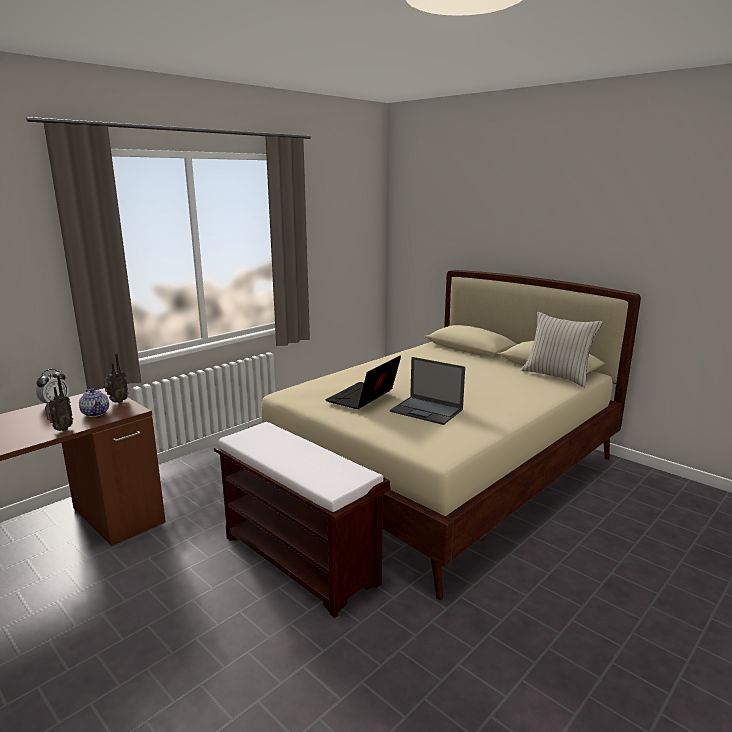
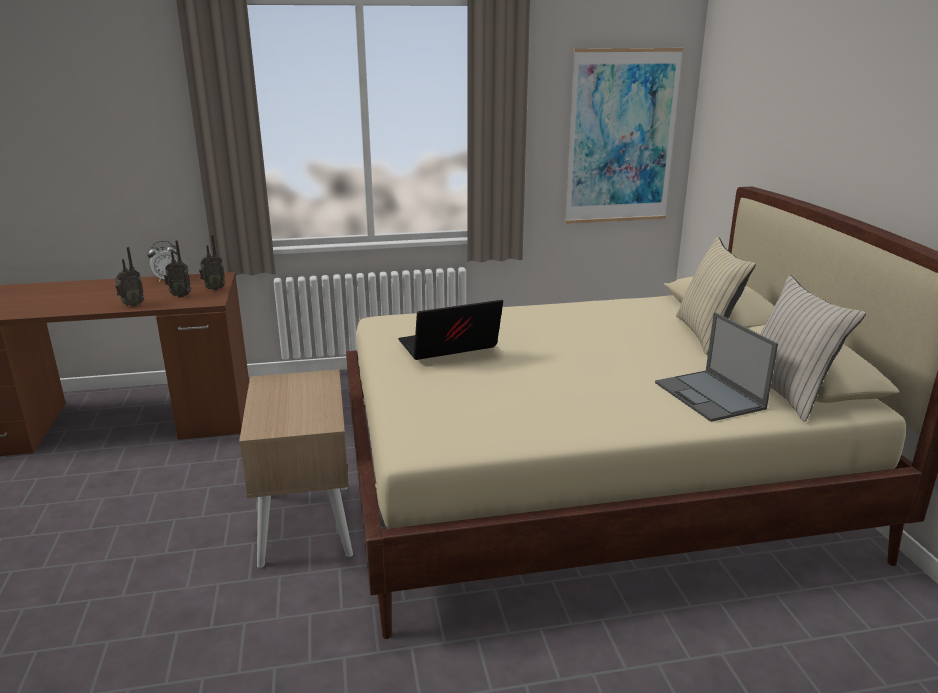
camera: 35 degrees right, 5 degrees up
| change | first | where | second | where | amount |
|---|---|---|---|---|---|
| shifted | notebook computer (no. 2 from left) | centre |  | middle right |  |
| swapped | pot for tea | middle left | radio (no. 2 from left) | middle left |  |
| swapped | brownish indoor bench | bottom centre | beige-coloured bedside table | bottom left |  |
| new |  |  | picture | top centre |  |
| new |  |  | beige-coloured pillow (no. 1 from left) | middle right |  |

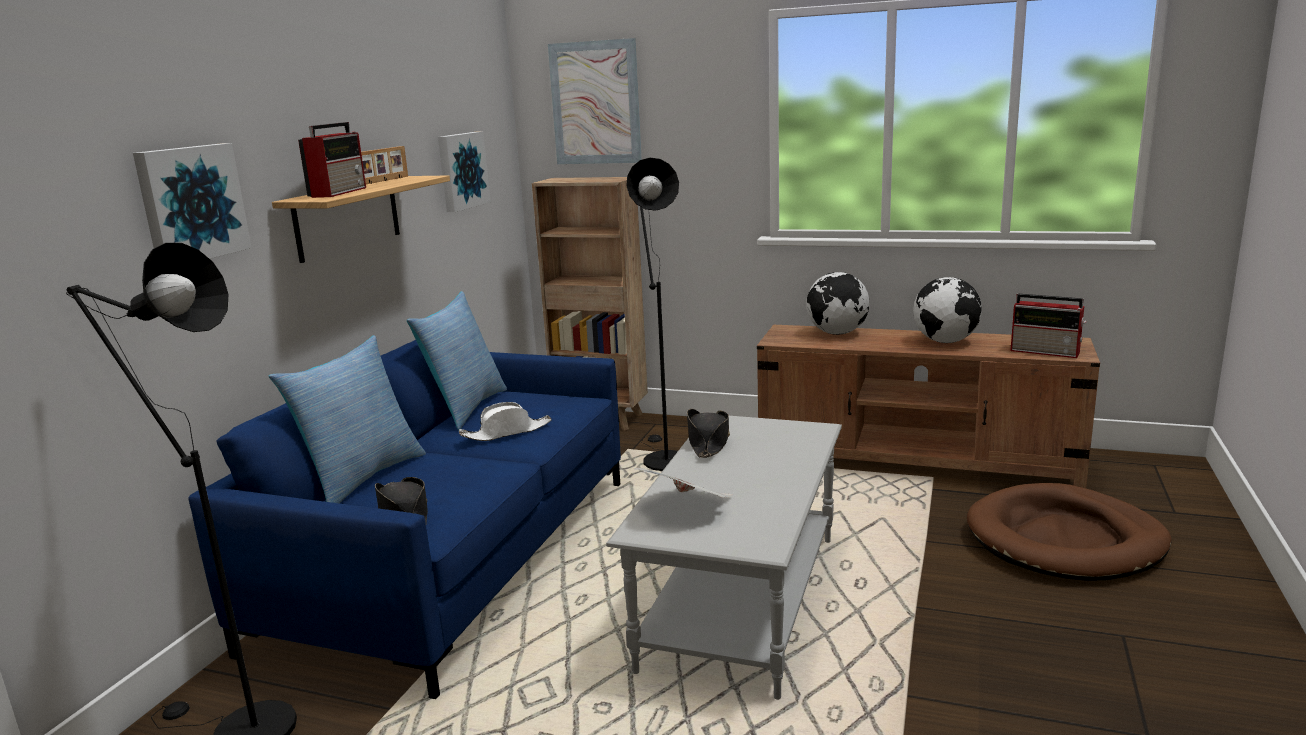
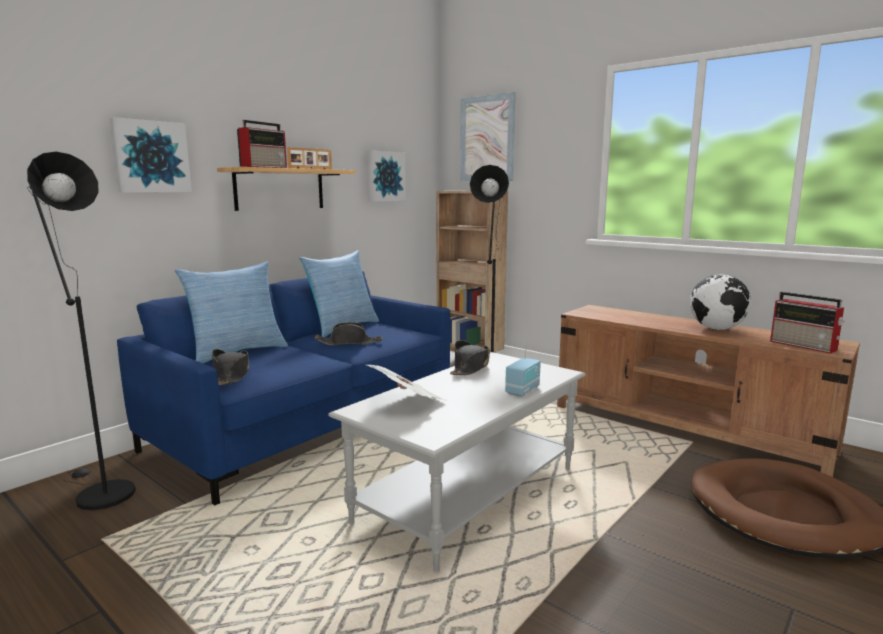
camera: 20 degrees right, 5 degrees down
| change | first | where | second | where | amount |
|---|---|---|---|---|---|
| gone | globe (no. 1 from left) | centre |  |  |  |
| repainted | whitish hat | centre | black hat (no. 2 from left) | centre |  |
| new |  |  | radio (no. 2 from left) | centre |  |

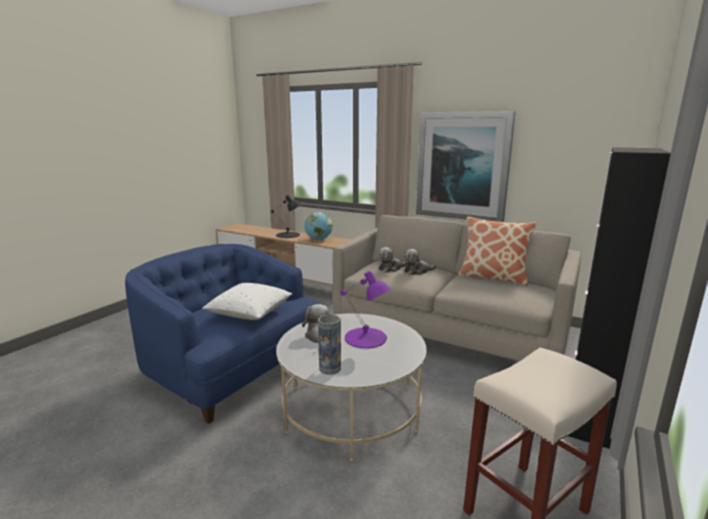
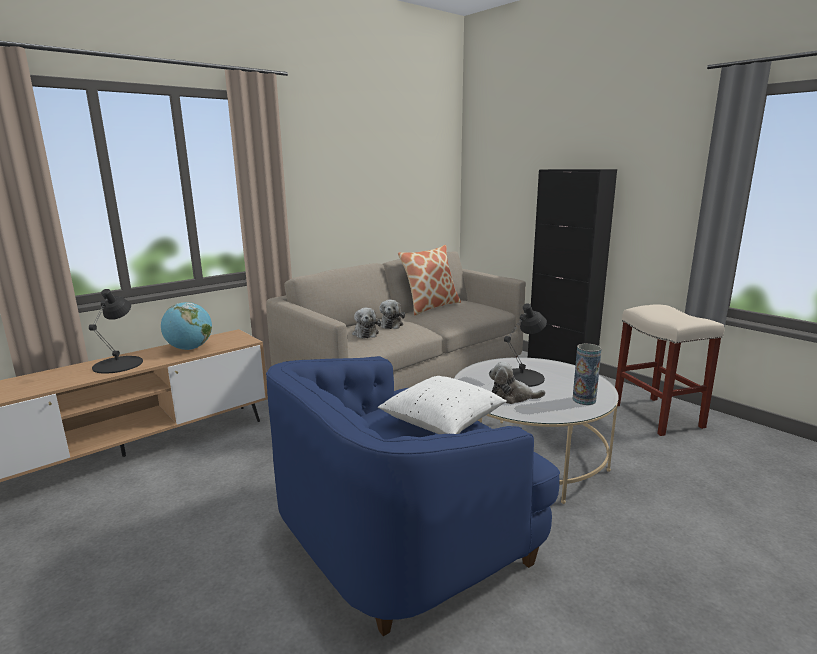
camera: 70 degrees left, 0 degrees up
| change | first | where | second | where | amount |
|---|---|---|---|---|---|
| gone | picture | top centre |  |  |  |
| repainted | purple table lamp | centre | black table lamp (no. 2 from left) | centre |  |

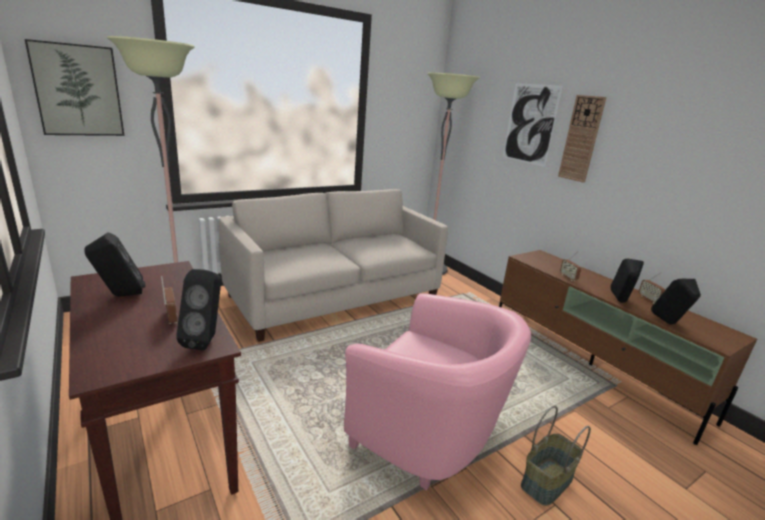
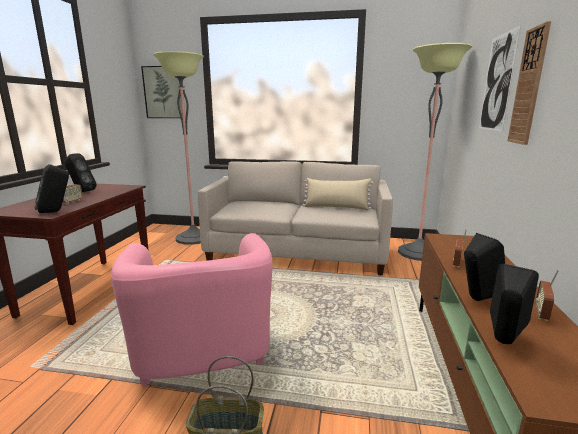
camera: 45 degrees right, 5 degrees down
| change | first | where | second | where | amount |
|---|---|---|---|---|---|
| new |  |  | beige-coloured pillow | centre |  |

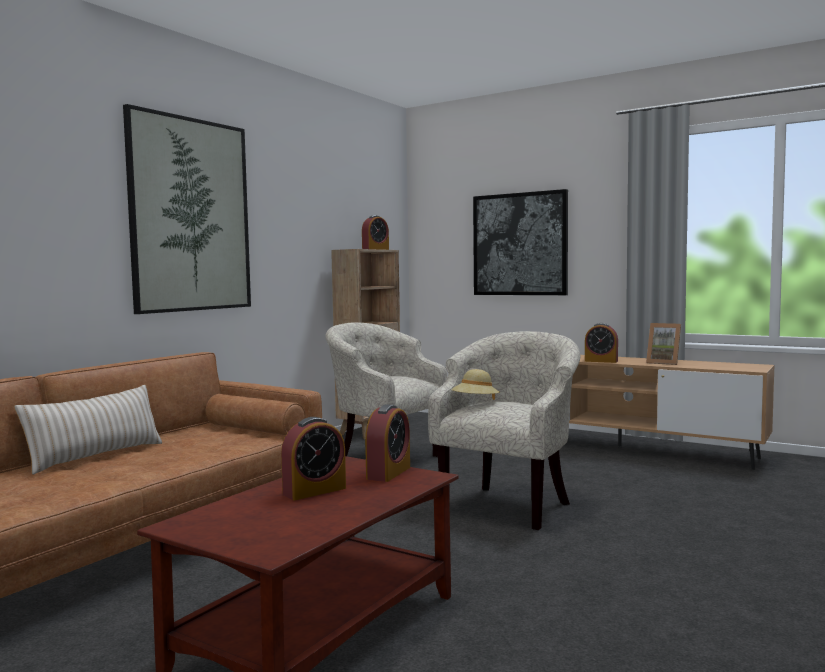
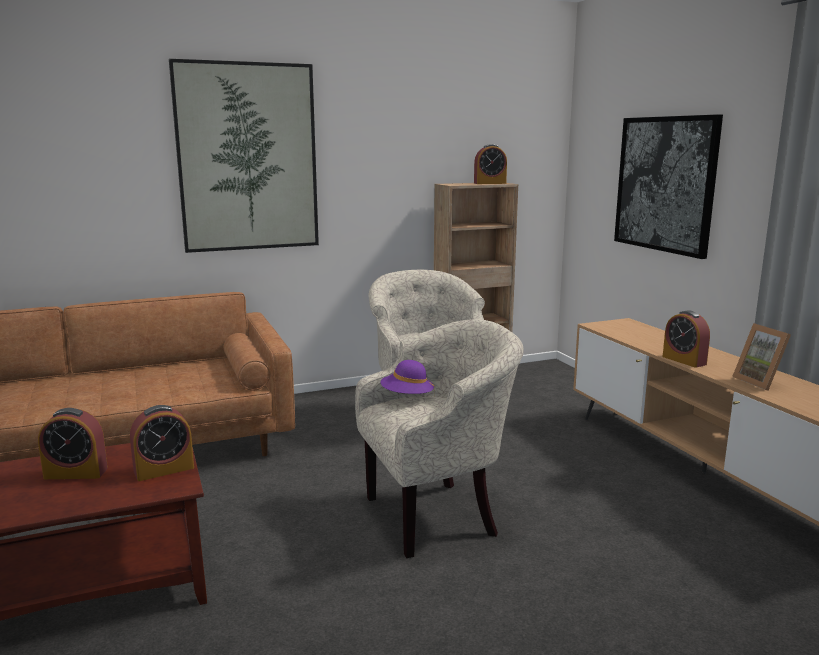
camera: 35 degrees right, 10 degrees up
| change | first | where | second | where | amount |
|---|---|---|---|---|---|
| repainted | beige-coloured hat | centre | purple hat | centre |  |
| gone | beige-coloured pillow | middle left |  |  |  |

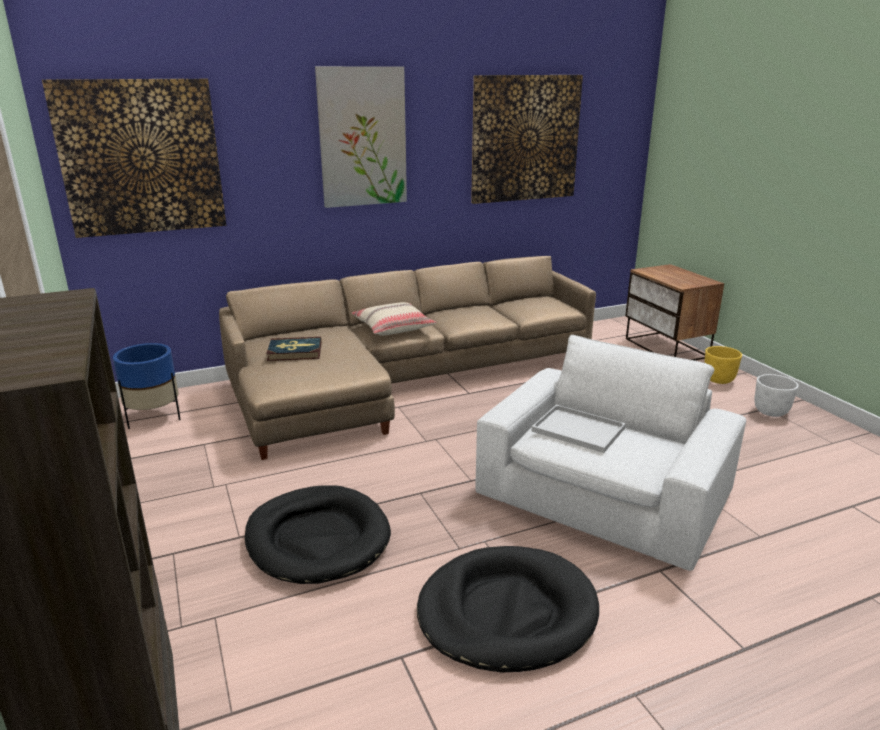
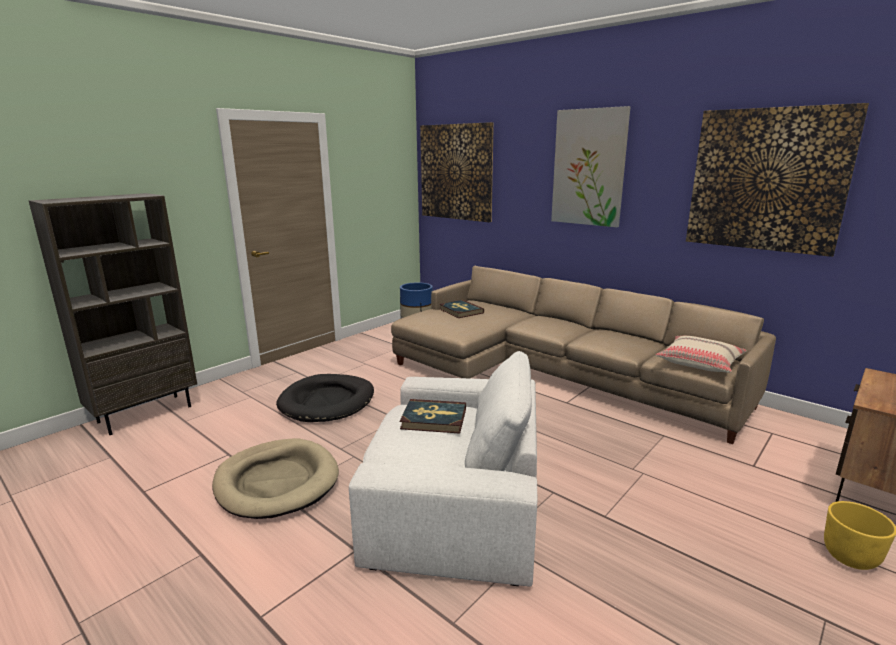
camera: 65 degrees right, 5 degrees down
| change | first | where | second | where | amount |
|---|---|---|---|---|---|
| shifted | beige-coloured pillow | centre |  | middle right |  |
| gone | whitish flower pot | middle right |  |  |  |
| swapped | whitish carrying tray | centre | bound book (no. 1 from left) | centre |  |
| repainted | black dog bed (no. 2 from left) | bottom centre | beige-coloured dog bed | bottom left |  |

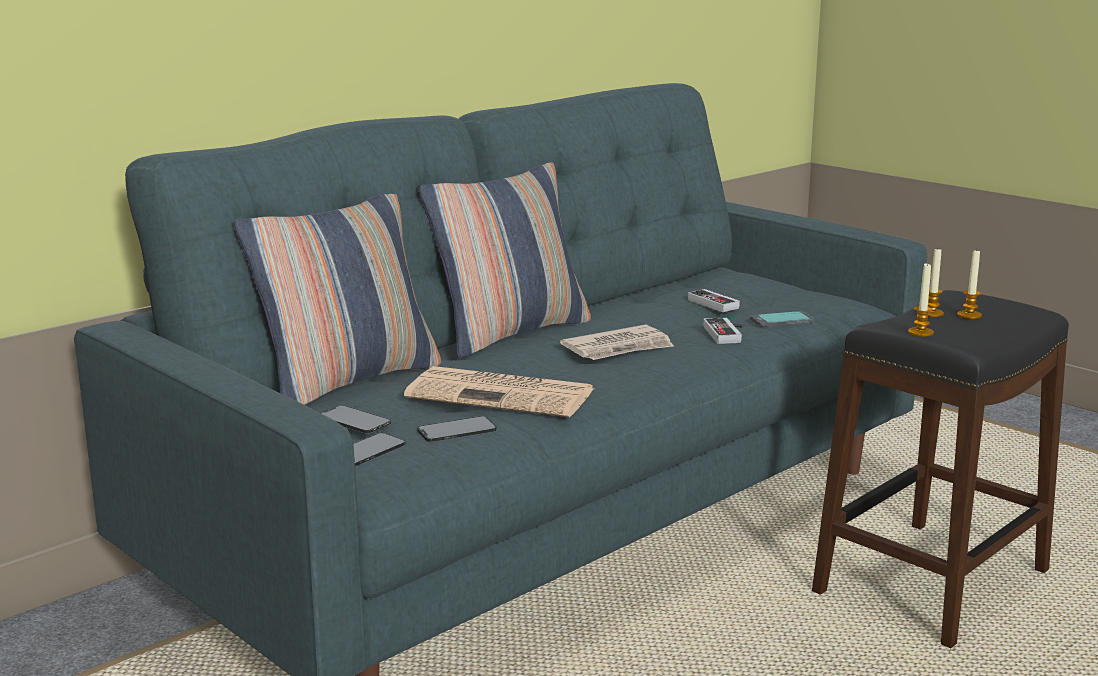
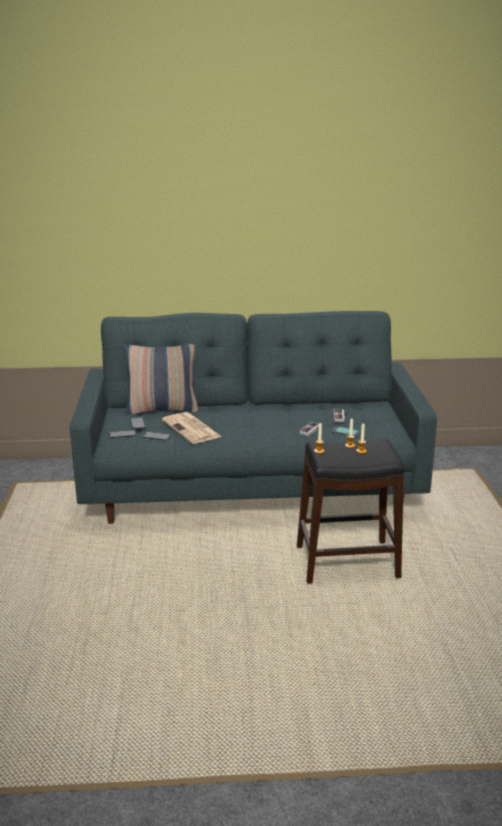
camera: 40 degrees right, 5 degrees up
| change | first | where | second | where | amount |
|---|---|---|---|---|---|
| gone | pillow (no. 2 from left) | centre |  |  |  |
| gone | daily paper (no. 2 from left) | centre |  |  |  |

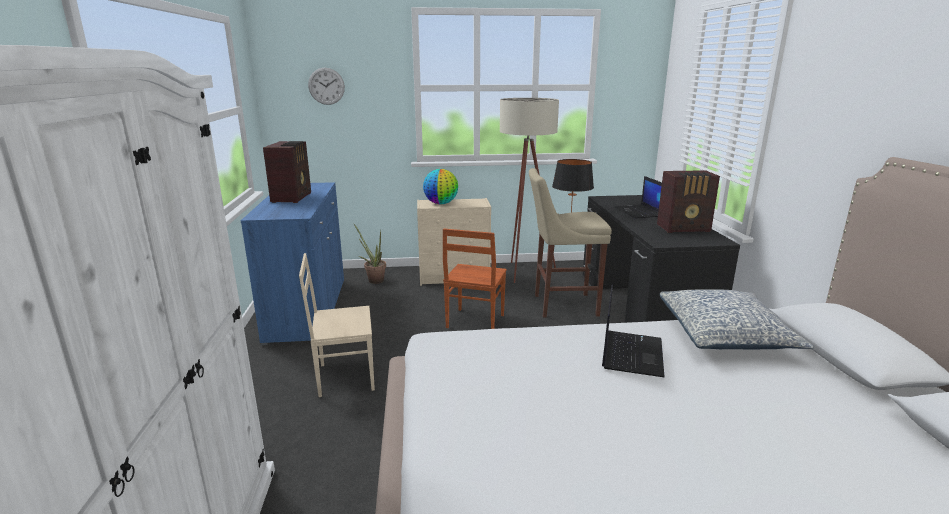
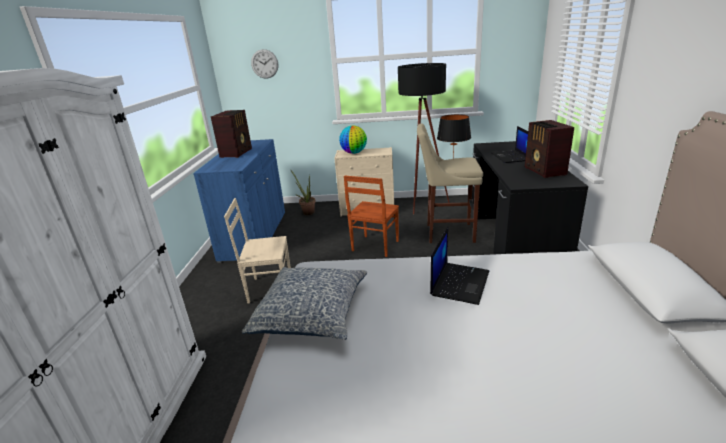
camera: 10 degrees right, 5 degrees up
| change | first | where | second | where | amount |
|---|---|---|---|---|---|
| repainted | beige-coloured standard lamp | centre | black standard lamp | top centre |  |
| rotated | radio (no. 2 from left) | middle right |  | middle right | 75 degrees clockwise |
| shifted | pillow | middle right |  | bottom centre |  |

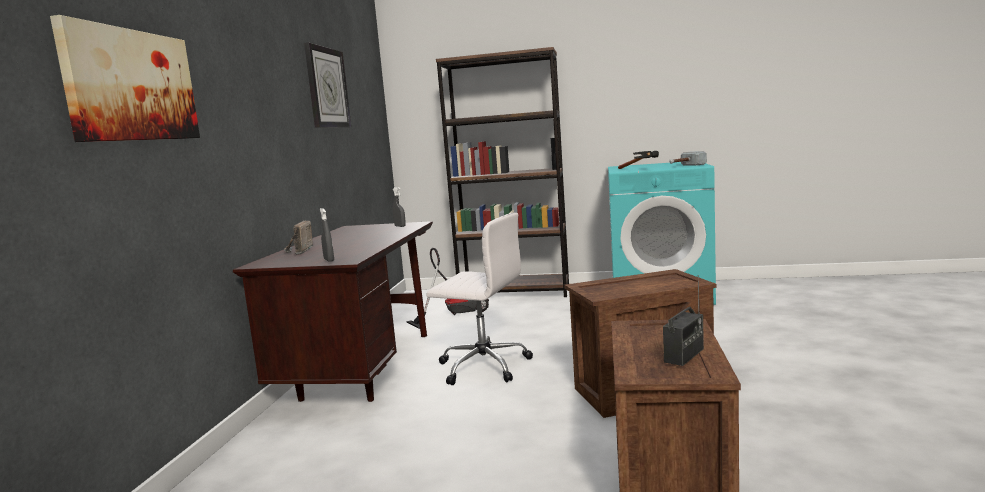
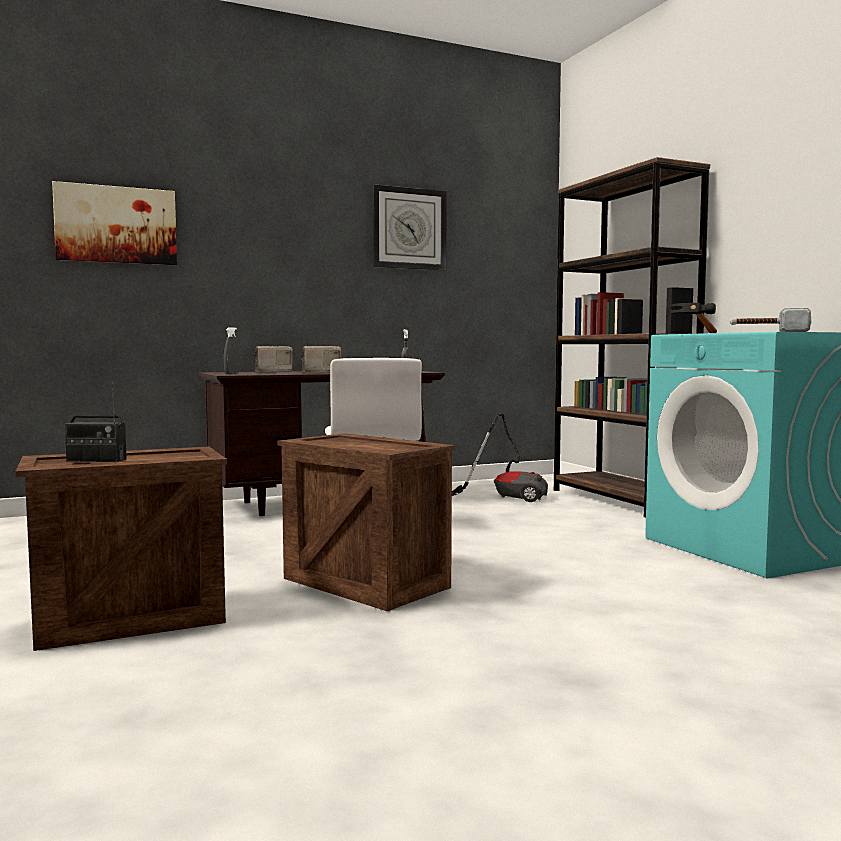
camera: 55 degrees right, 5 degrees down
| change | first | where | second | where | amount |
|---|---|---|---|---|---|
| new |  |  | radio (no. 3 from left) | centre |  |

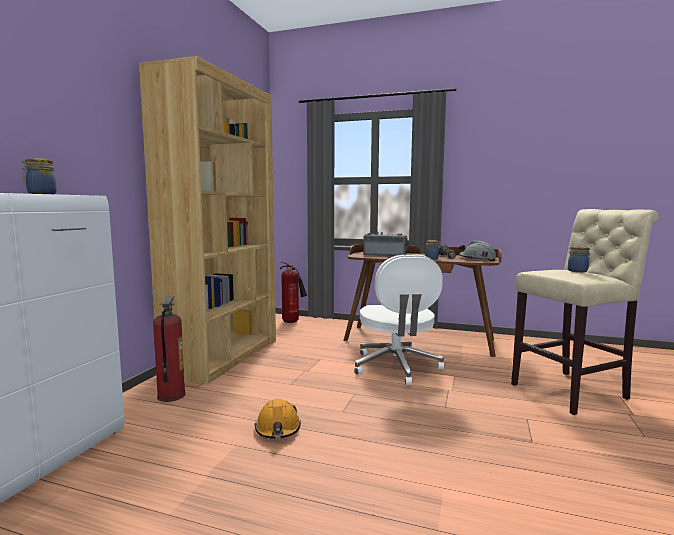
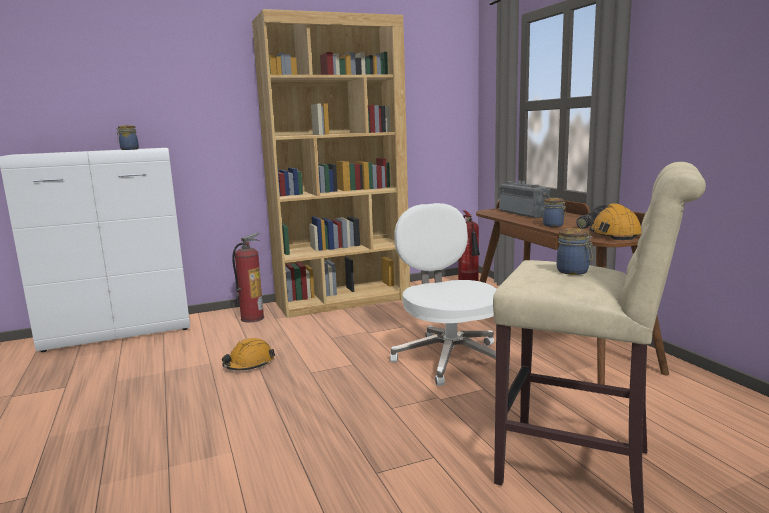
camera: 50 degrees right, 5 degrees up
| change | first | where | second | where | amount |
|---|---|---|---|---|---|
| repainted | gray hard hat | middle right | orangey hard hat (no. 2 from left) | middle right |  |
| rotated | whitish computer chair | centre |  | centre | 120 degrees clockwise |

